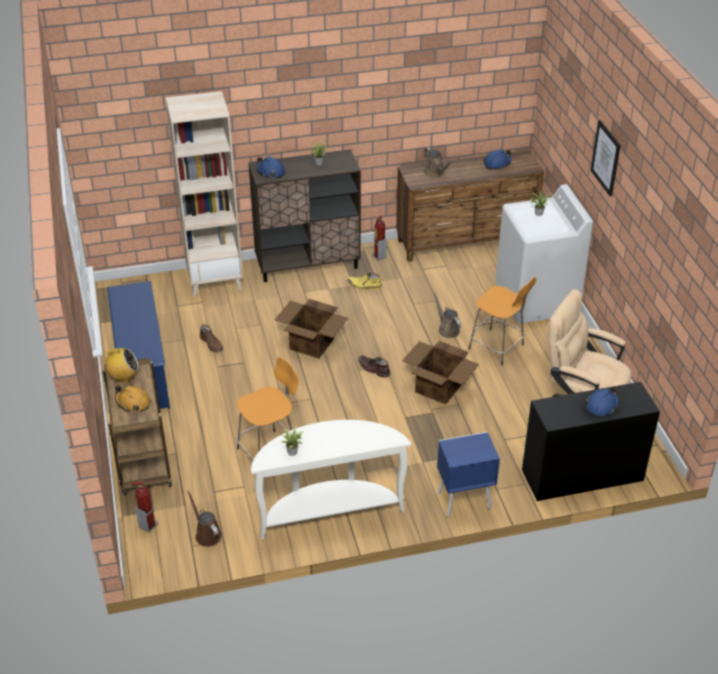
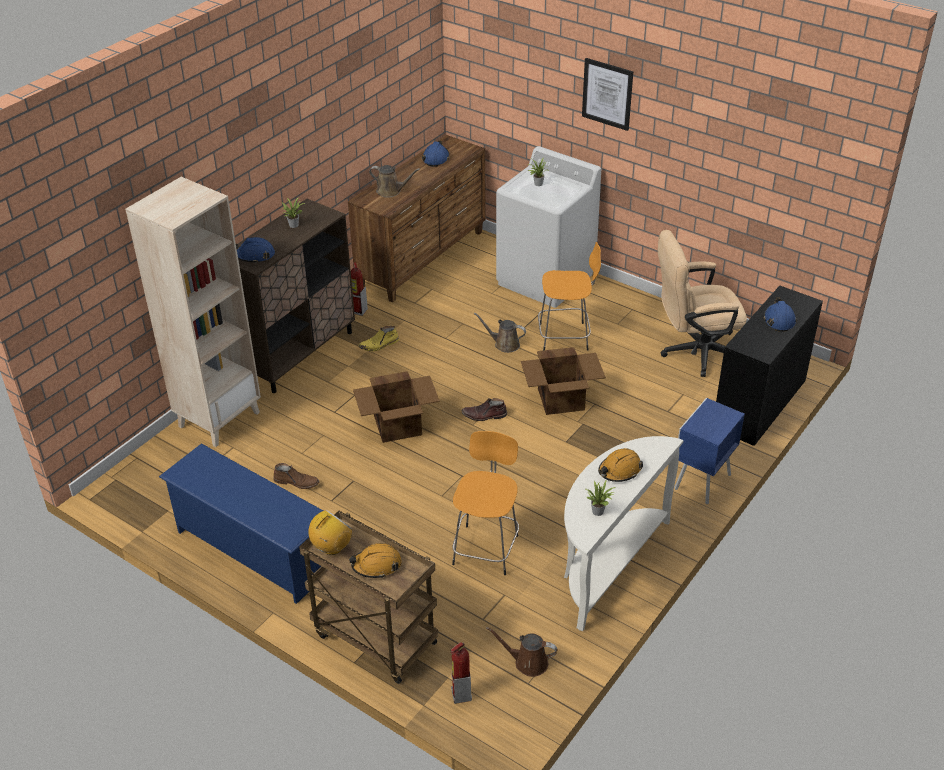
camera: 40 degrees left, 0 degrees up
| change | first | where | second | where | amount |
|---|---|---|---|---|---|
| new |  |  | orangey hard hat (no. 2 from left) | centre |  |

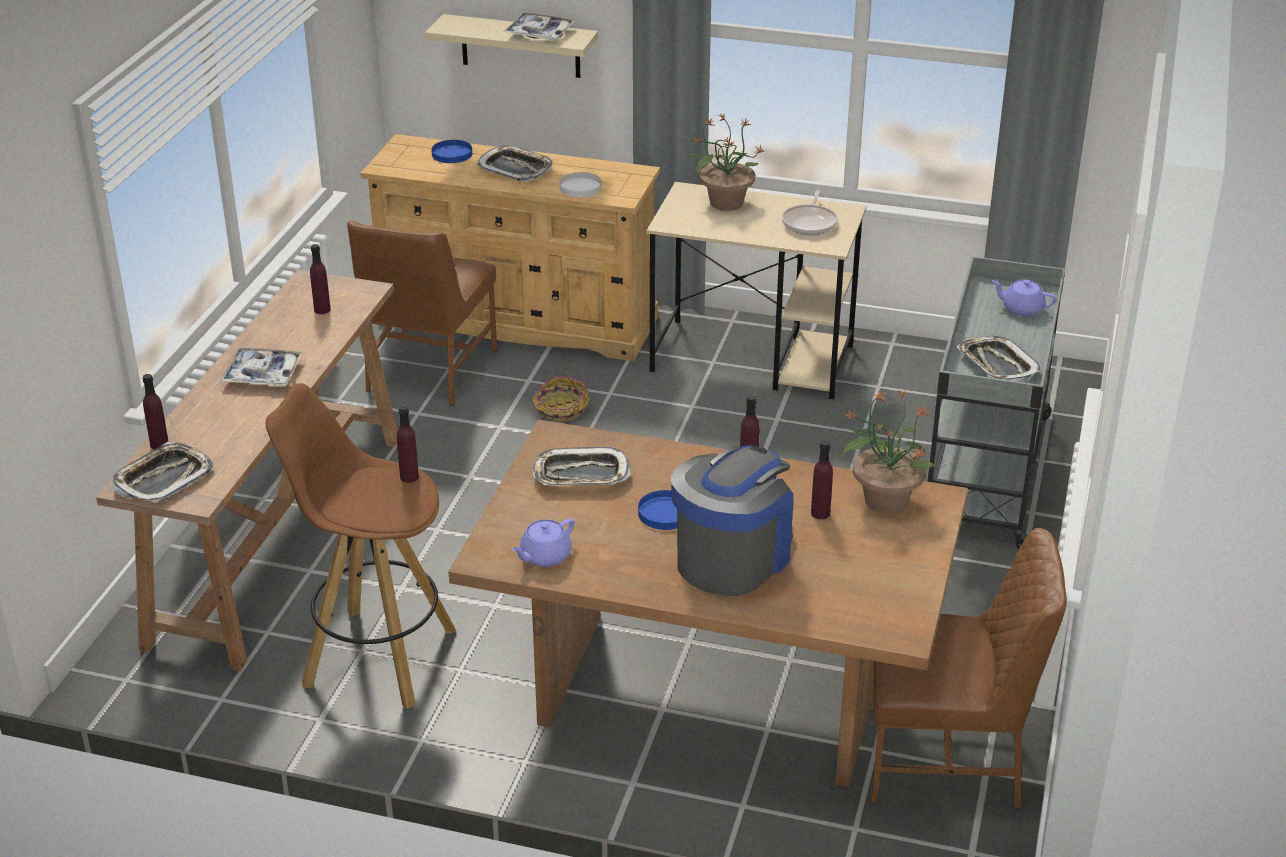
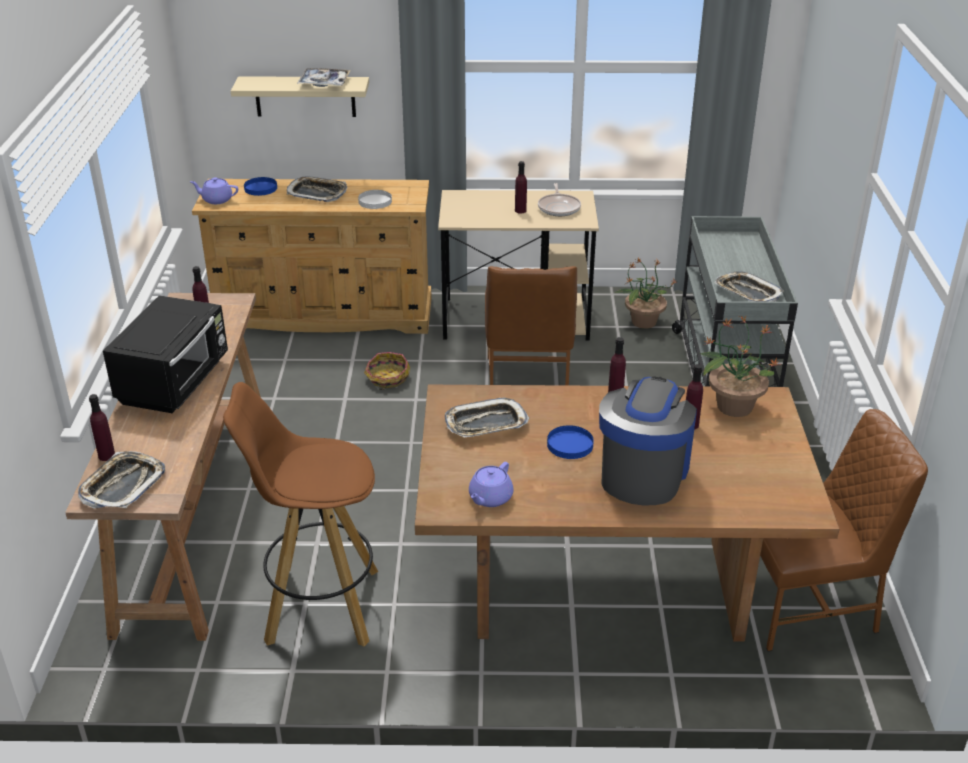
camera: 15 degrees left, 0 degrees up
| change | first | where | second | where | amount |
|---|---|---|---|---|---|
| shifted | potted plant (no. 1 from left) | top centre |  | middle right |  |
| shifted | brownish chair (no. 1 from left) | middle left |  | centre |  |
| shifted | purple pot for tea (no. 2 from left in the first image) | middle right | purple pot for tea (no. 1 from left) | top left |  |
| swapped | carrying tray (no. 2 from left) | middle left | black microwave | middle left |  |
| shifted | purple beverage bottle (no. 3 from left) | middle left |  | top centre |  |

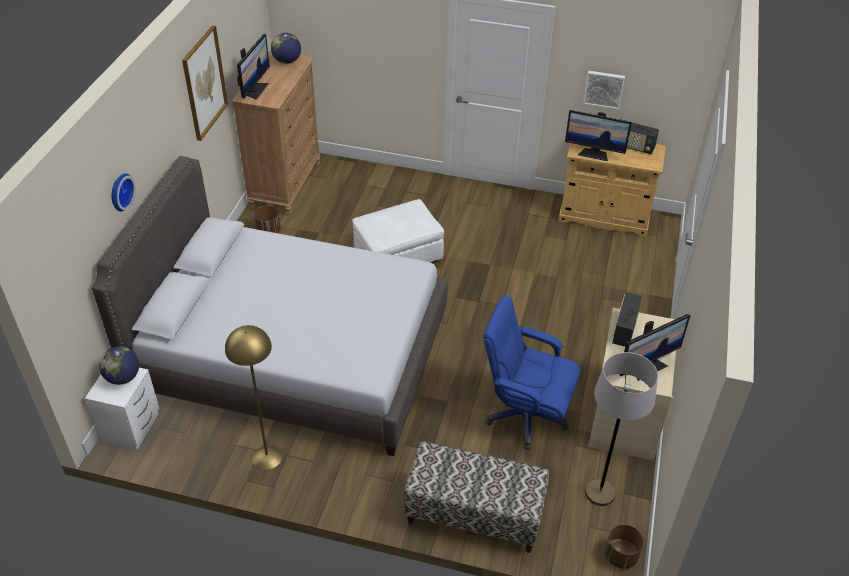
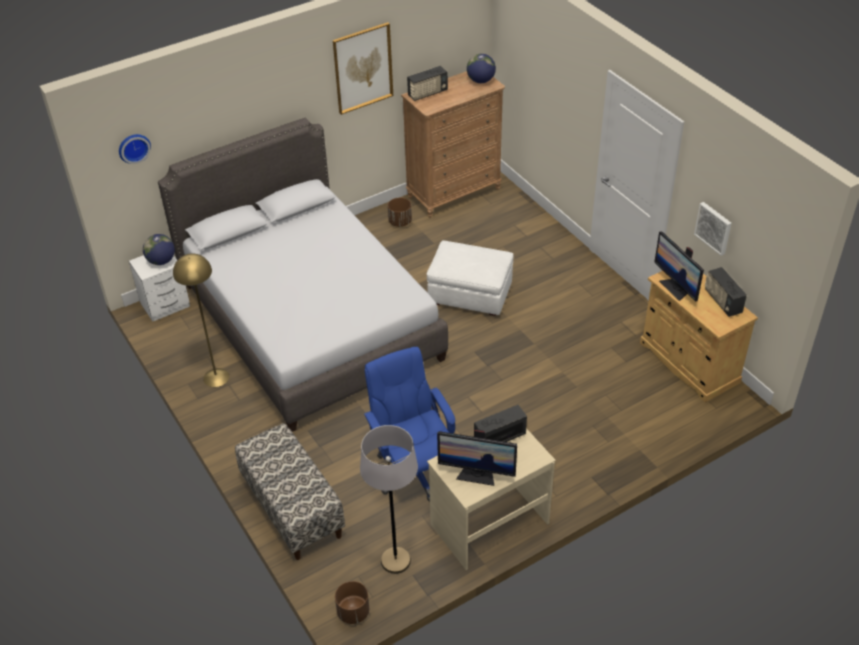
camera: 45 degrees right, 0 degrees up
| change | first | where | second | where | amount |
|---|---|---|---|---|---|
| swapped | computer screen (no. 1 from left) | top left | radio (no. 1 from left) | top centre |  |
| shifted | clock on the wall | middle left |  | top left |  |

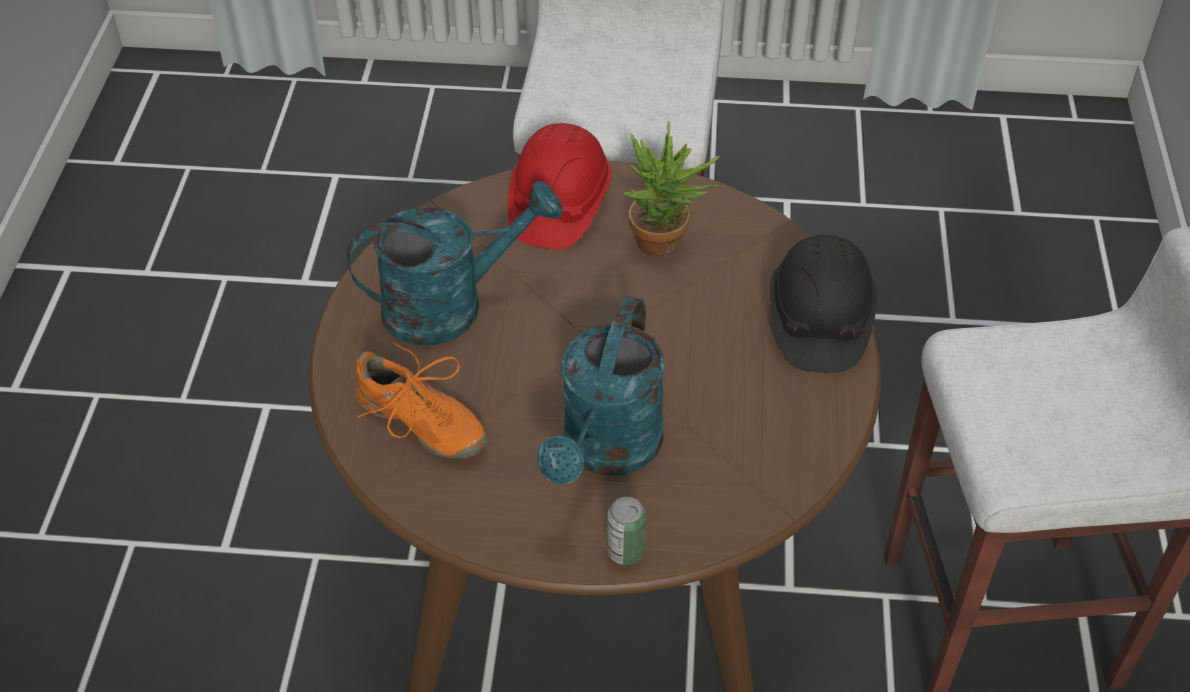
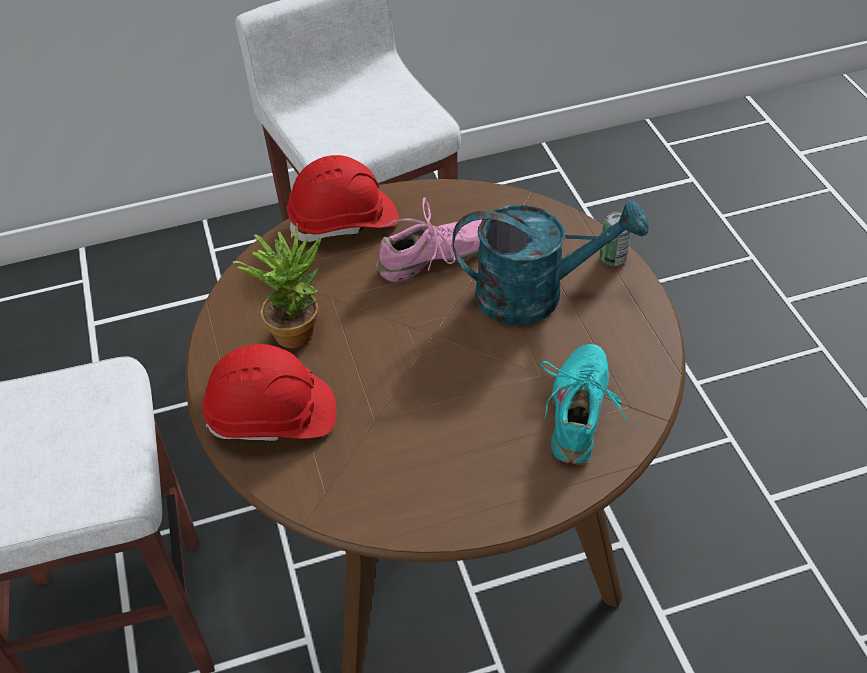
camera: 110 degrees left, 0 degrees up
| change | first | where | second | where | amount |
|---|---|---|---|---|---|
| gone | turquoise-coloured watering pot (no. 1 from left) | centre |  |  |  |
| repainted | black hard hat | middle right | red hard hat (no. 2 from left) | top centre |  |
| repainted | orangey shoe | centre | turquoise-coloured shoe | middle right |  |
| new |  |  | pink-coloured shoe | centre |  |

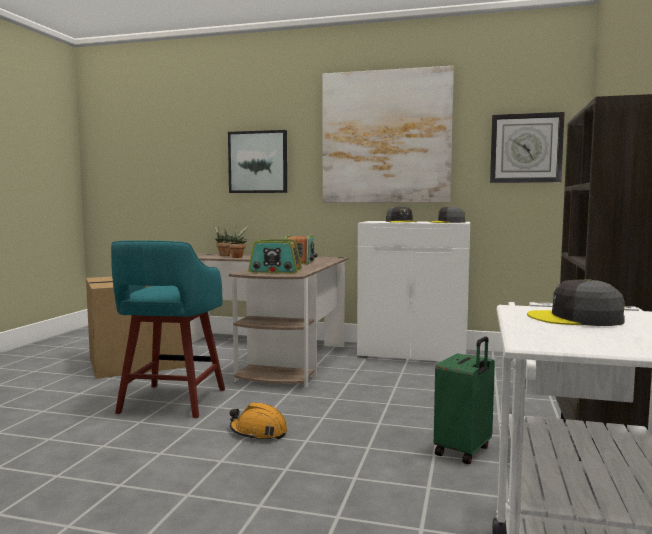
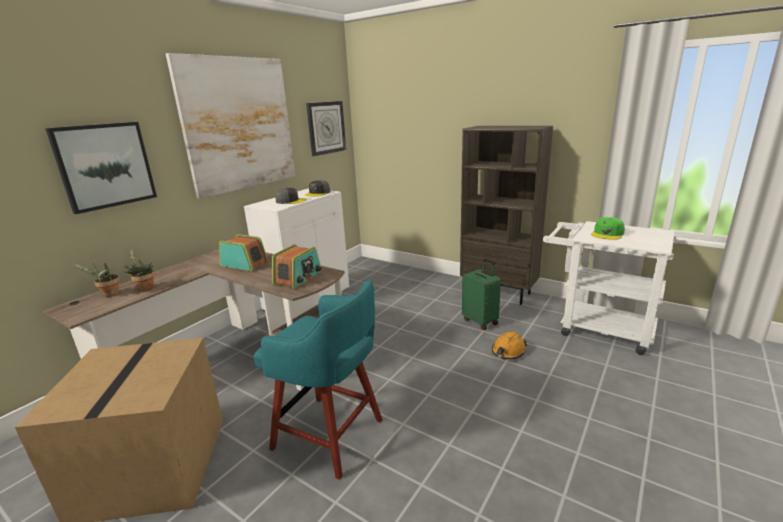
camera: 70 degrees left, 15 degrees up
| change | first | where | second | where | amount |
|---|---|---|---|---|---|
| repainted | gray baseball cap (no. 3 from left) | middle right | green baseball cap | middle right |  |
| shifted | orangey hard hat | bottom centre |  | centre |  |

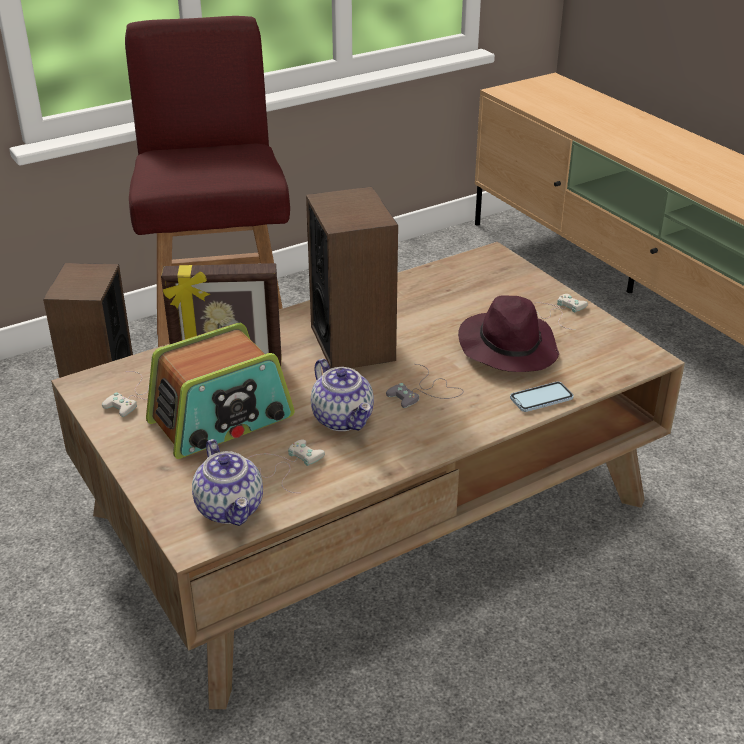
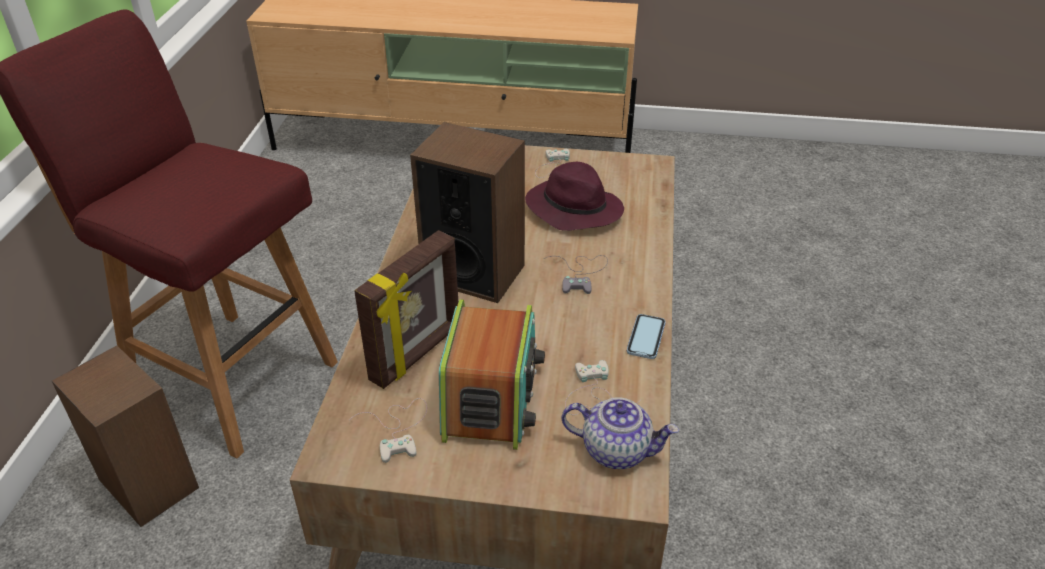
camera: 50 degrees left, 5 degrees up
| change | first | where | second | where | amount |
|---|---|---|---|---|---|
| gone | pot for tea (no. 2 from left) | centre |  |  |  |
| shifted | handset | middle right |  | centre |  |

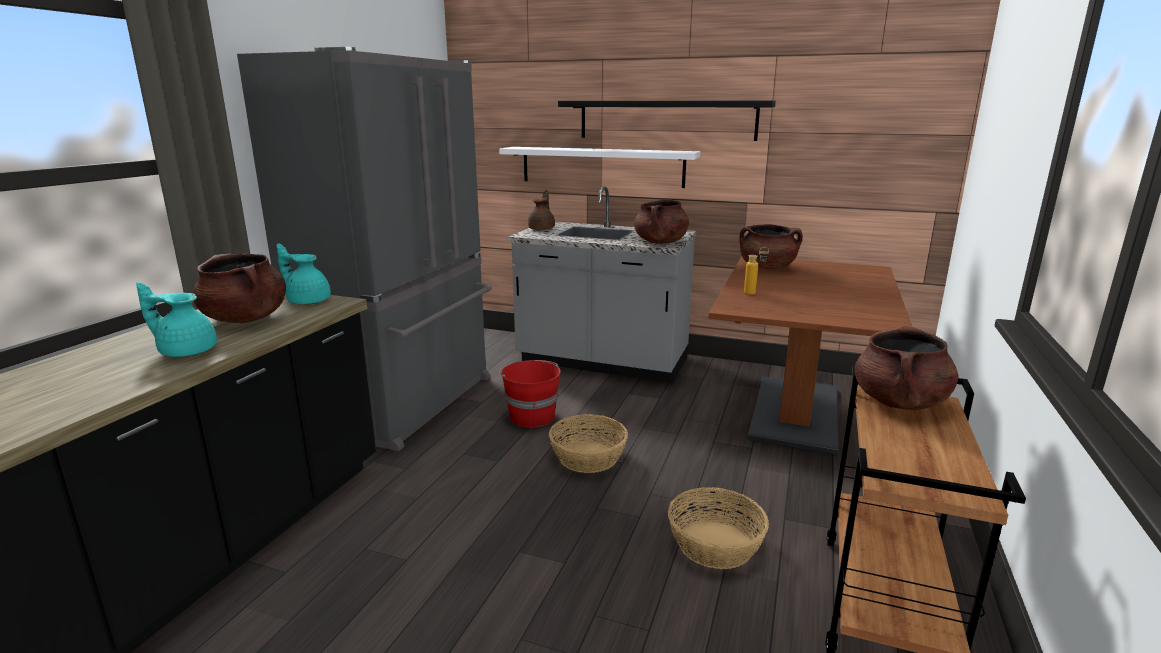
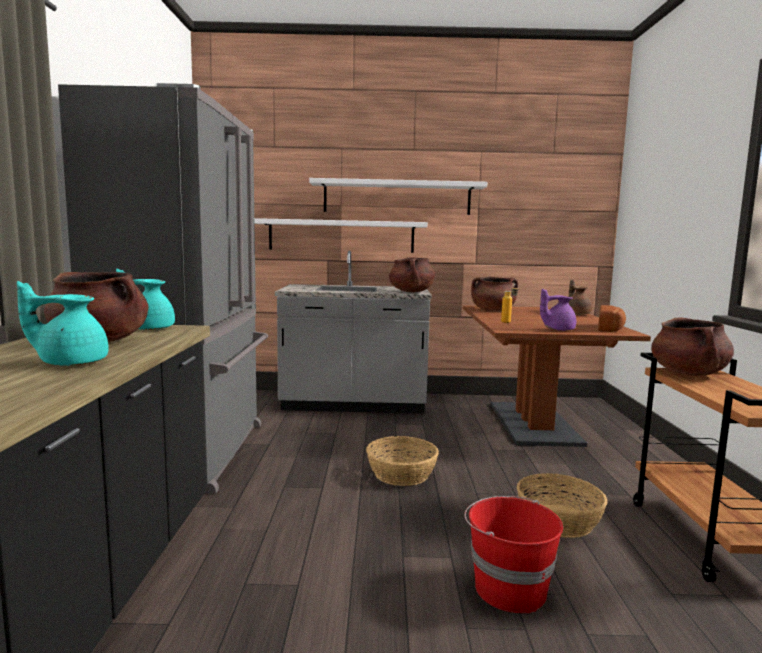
camera: 20 degrees left, 10 degrees down
| change | first | where | second | where | amount |
|---|---|---|---|---|---|
| repainted | black shelf | top centre | whitish shelf (no. 2 from left) | top centre |  |
| shifted | brownish pot for tea | top centre |  | middle right |  |
| shifted | red bucket | centre |  | bottom right |  |
| new |  |  | purple pot for tea | middle right |  |
| new |  |  | bread | middle right |  |

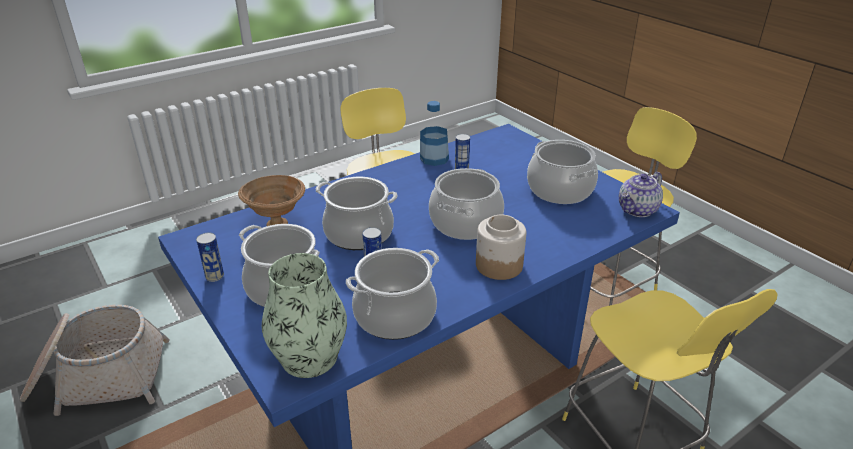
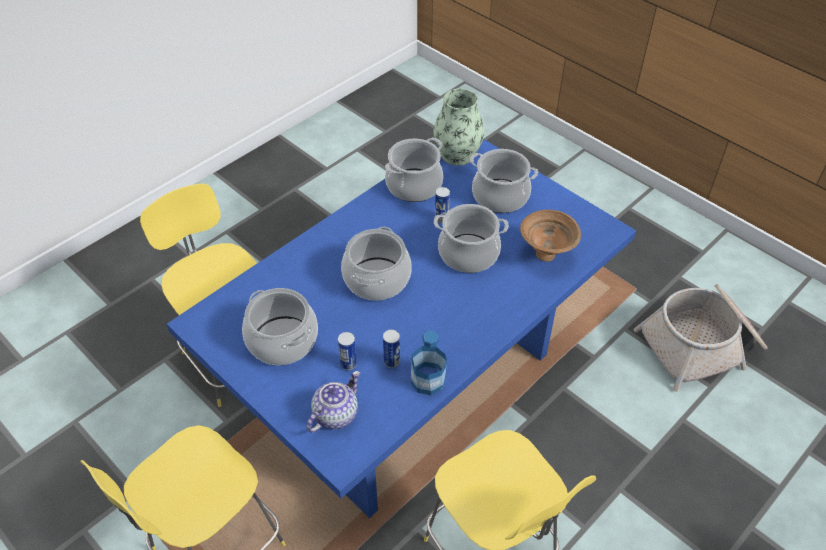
camera: 170 degrees right, 15 degrees up
| change | first | where | second | where | amount |
|---|---|---|---|---|---|
| shifted | pot for tea | middle right |  | bottom centre |  |
| gone | jar | centre |  |  |  |
| shifted | metal can (no. 1 from left) | middle left |  | centre |  |

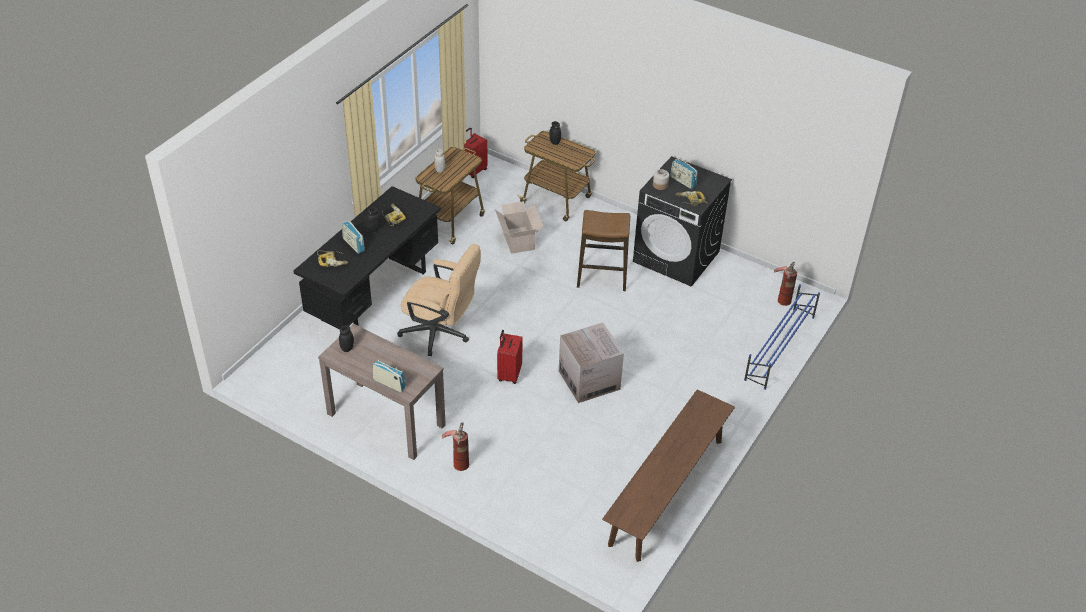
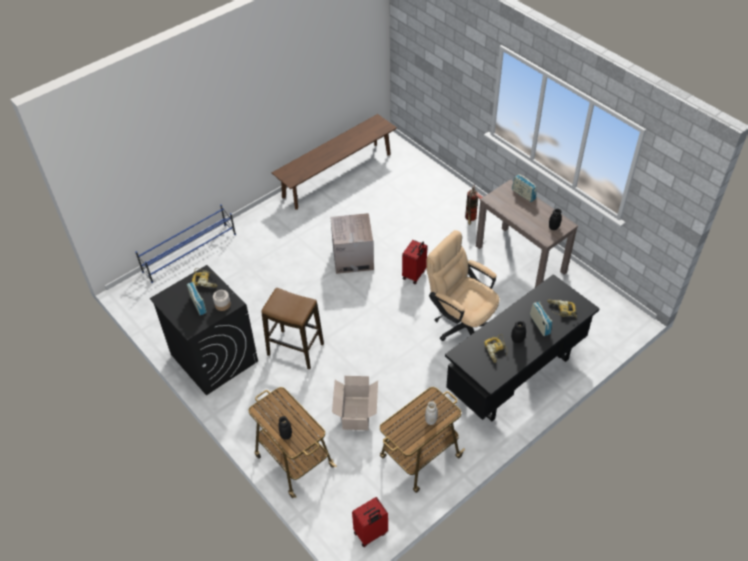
camera: 160 degrees left, 5 degrees up
| change | first | where | second | where | amount |
|---|---|---|---|---|---|
| gone | extinguisher (no. 2 from left) | middle right |  |  |  |

